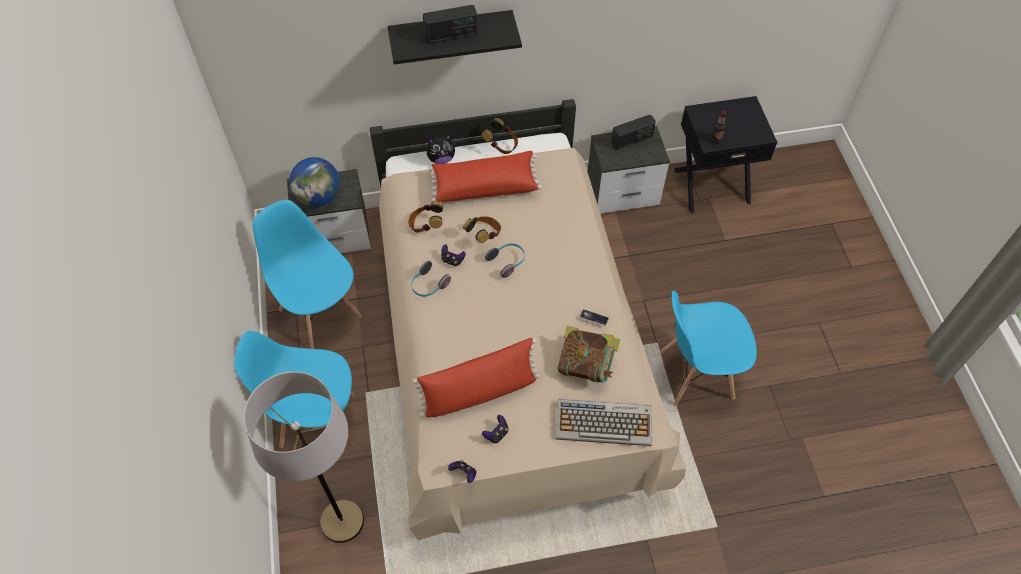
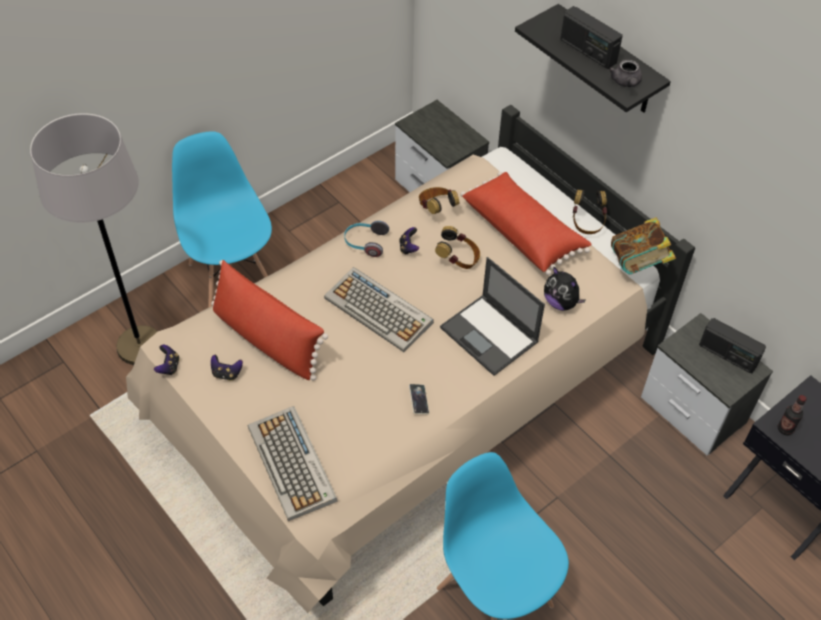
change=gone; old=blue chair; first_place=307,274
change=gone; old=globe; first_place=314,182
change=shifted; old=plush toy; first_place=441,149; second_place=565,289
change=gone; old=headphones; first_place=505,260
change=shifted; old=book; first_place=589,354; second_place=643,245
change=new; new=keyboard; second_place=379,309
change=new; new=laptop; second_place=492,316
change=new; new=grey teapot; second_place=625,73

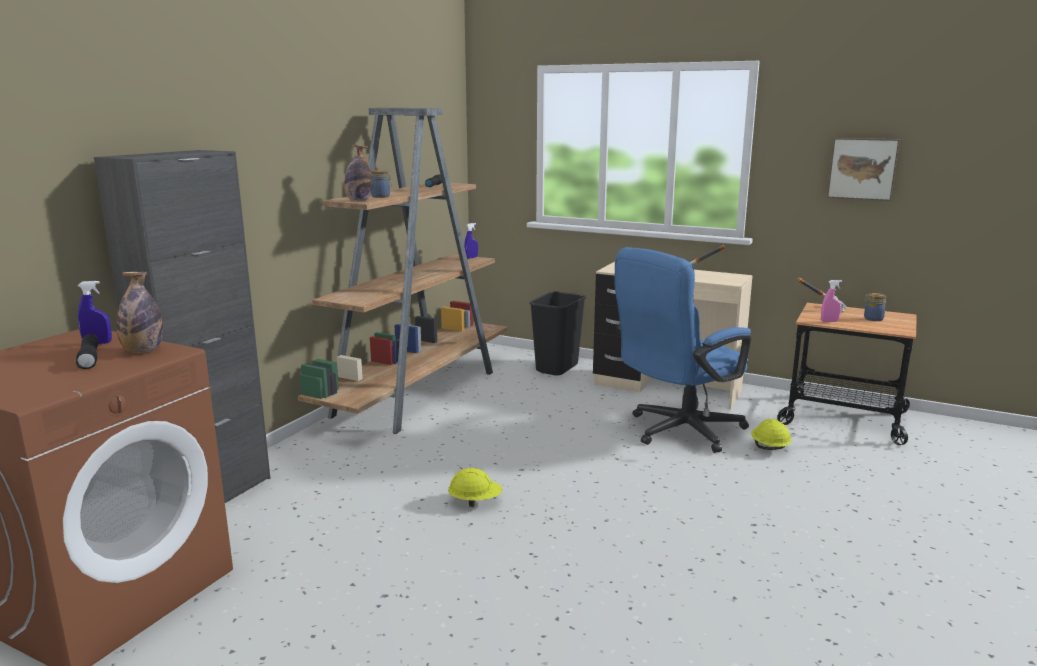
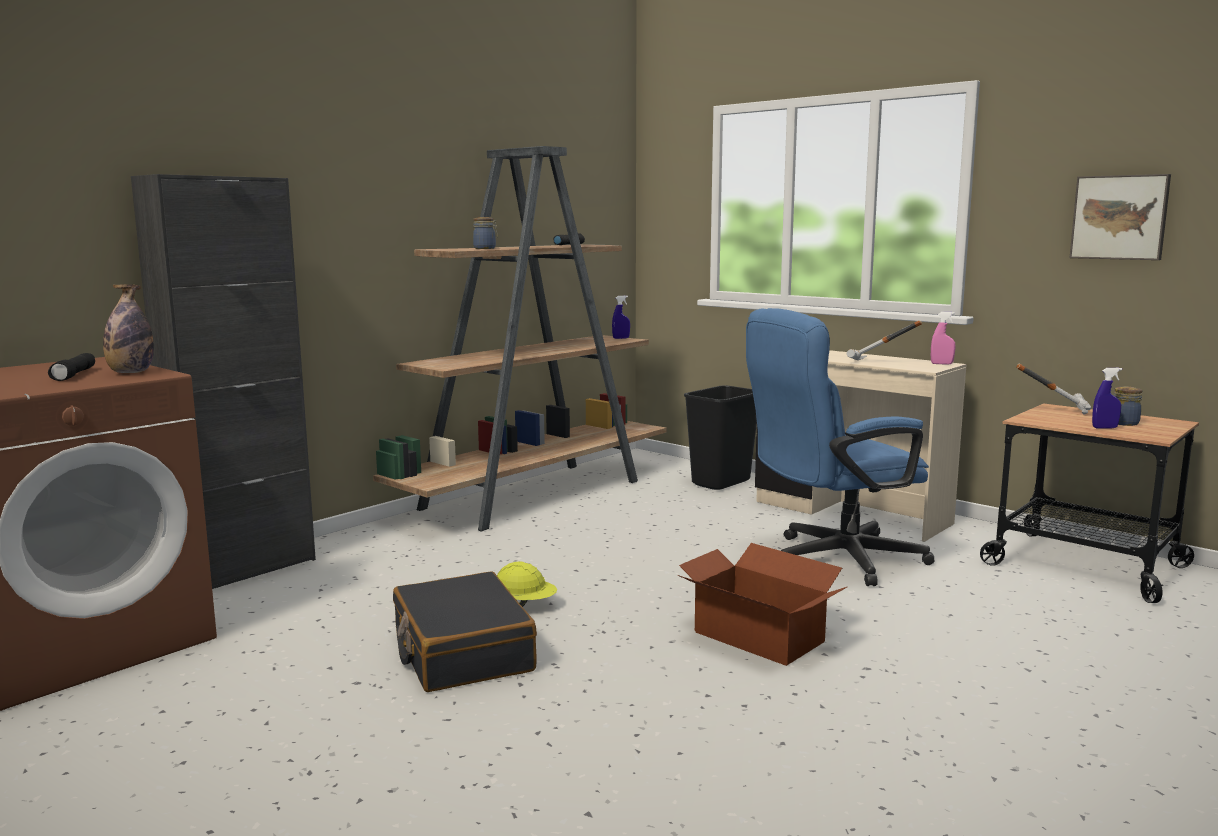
change=shifted; old=blue spray bottle; first_place=94,312; second_place=1107,398
change=gone; old=bottle; first_place=358,173
change=gone; old=yellow hard hat; first_place=771,434
change=shifted; old=pink spray bottle; first_place=831,301; second_place=943,338
change=new; new=black suitcase; second_place=465,631
change=new; new=cardboard box; second_place=762,604

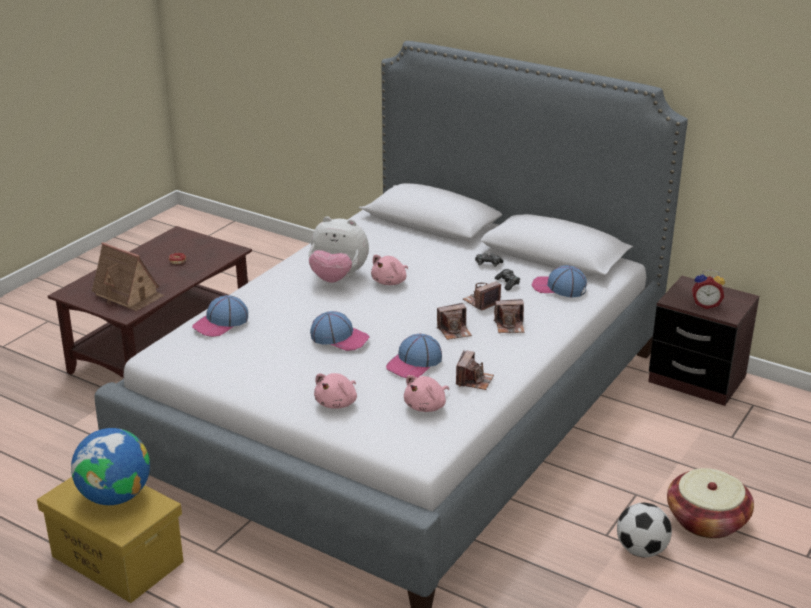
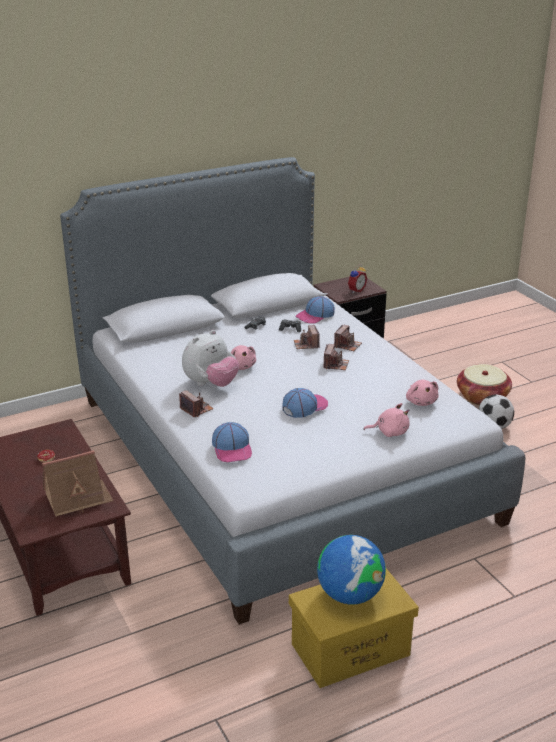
change=rotated; old=pink plush toy; first_place=335,391; second_place=386,420; degrees=-60
change=gone; old=cap; first_place=414,356
change=shifted; old=photo camera; first_place=475,370; second_place=196,403

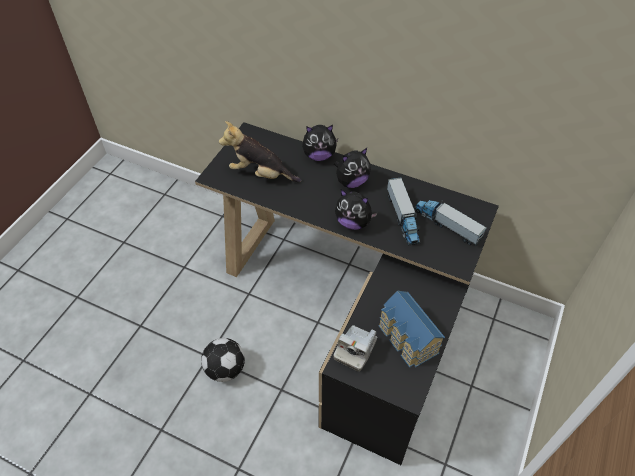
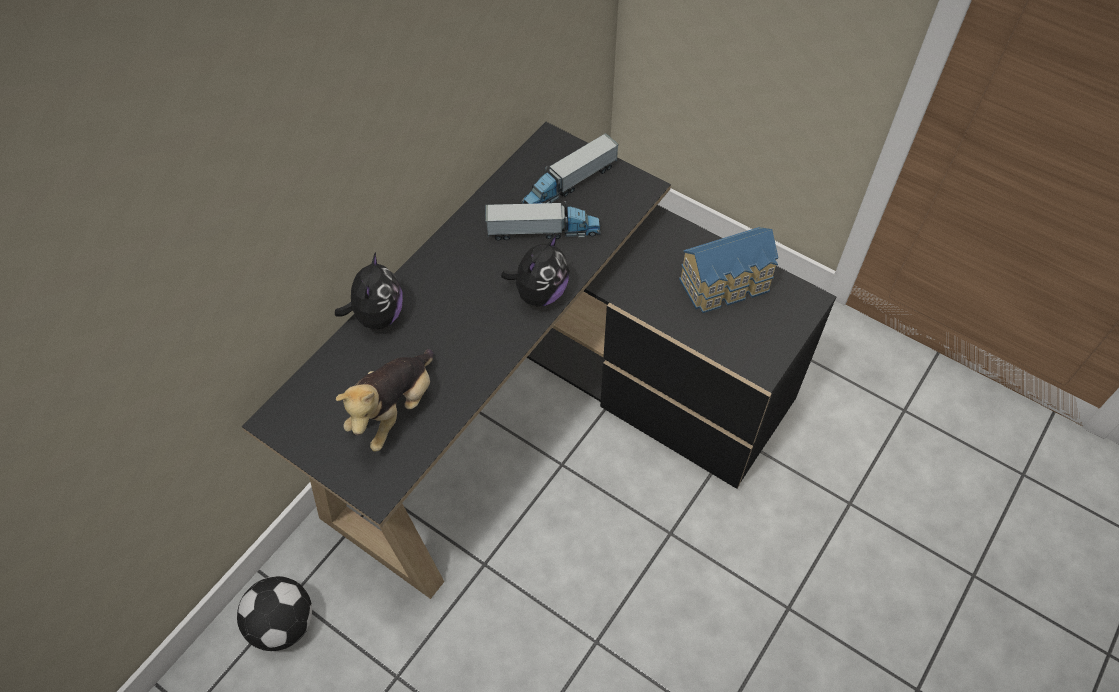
change=shifted; old=football; first_place=223,360; second_place=274,613
change=gone; old=photo camera; first_place=355,348
change=gone; old=plush toy; first_place=352,168

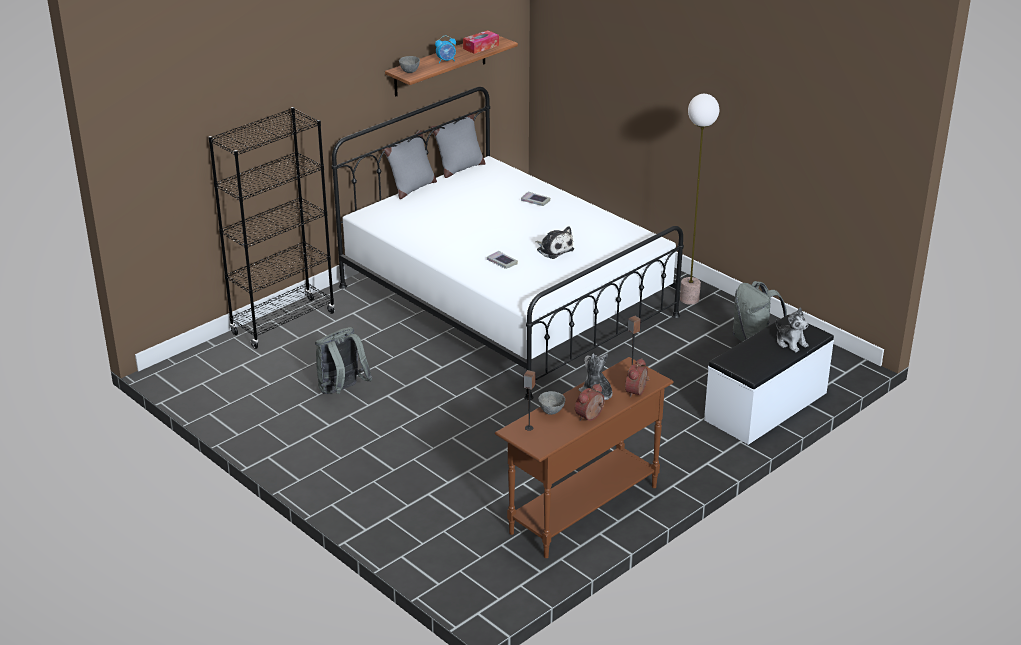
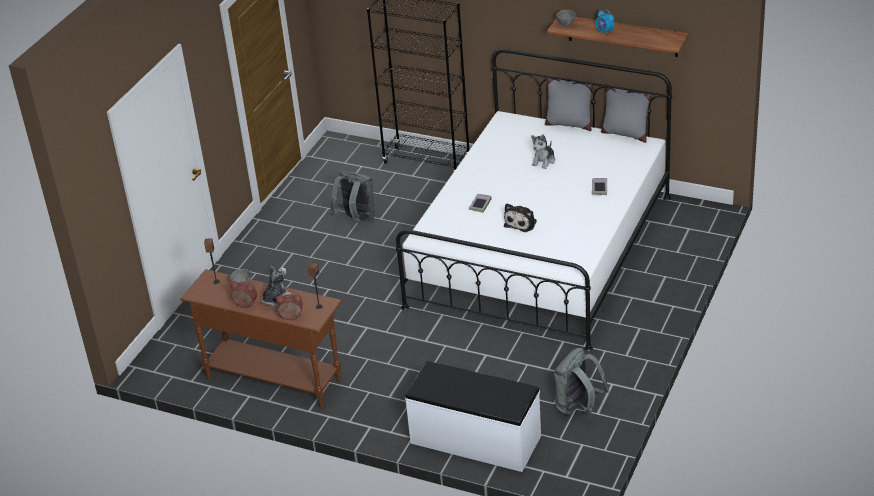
change=gone; old=tissue box; first_place=481,42
change=gone; old=floor lamp; first_place=699,199
change=shifted; old=plush toy; first_place=792,330; second_place=543,151

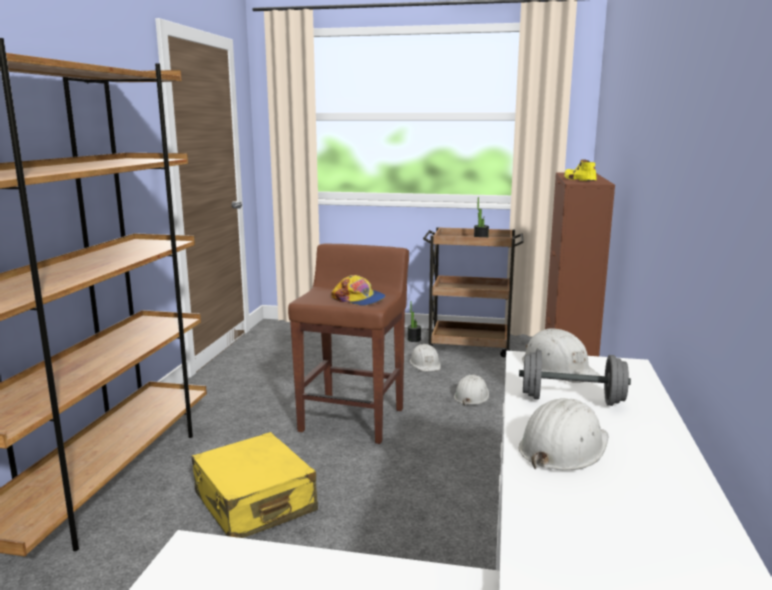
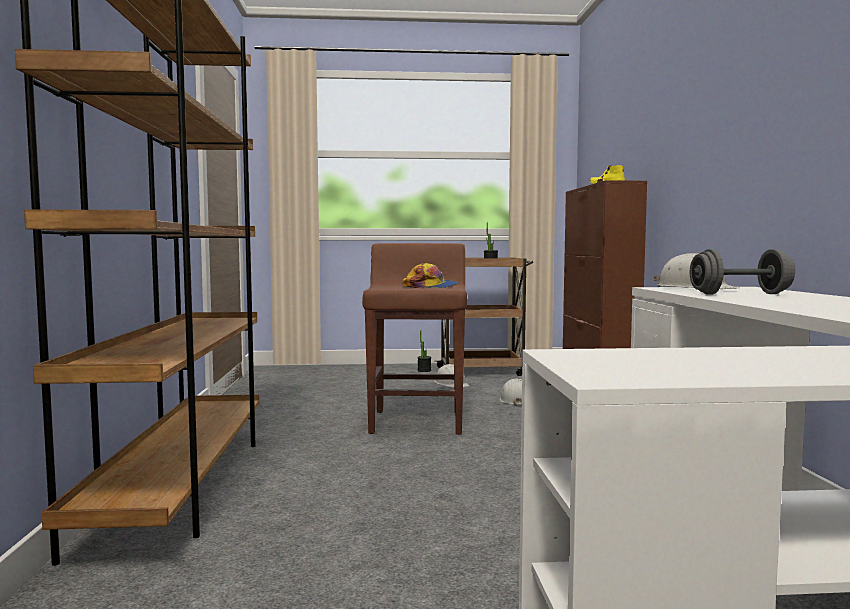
change=gone; old=yellow suitcase; first_place=255,485
change=gone; old=white hard hat; first_place=563,434

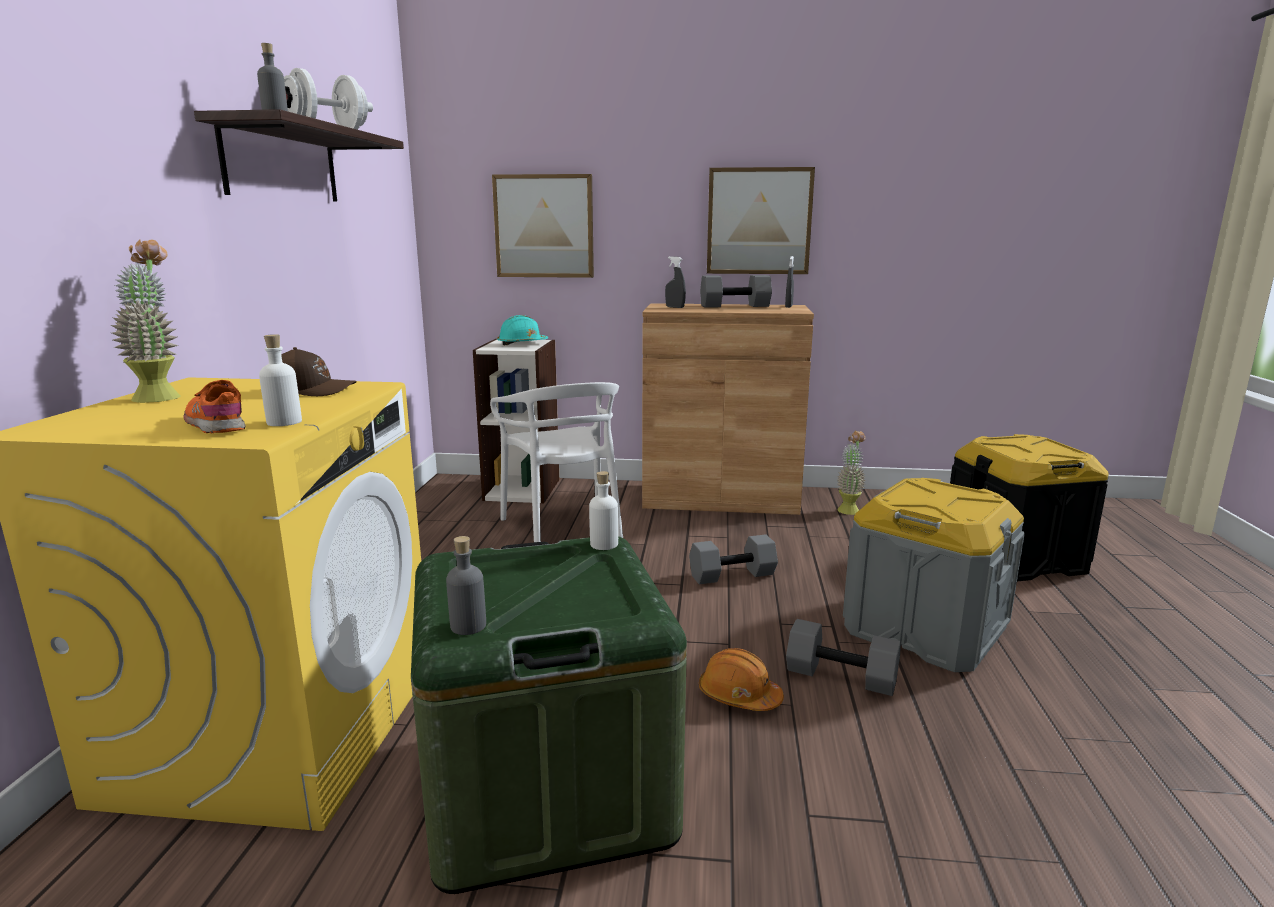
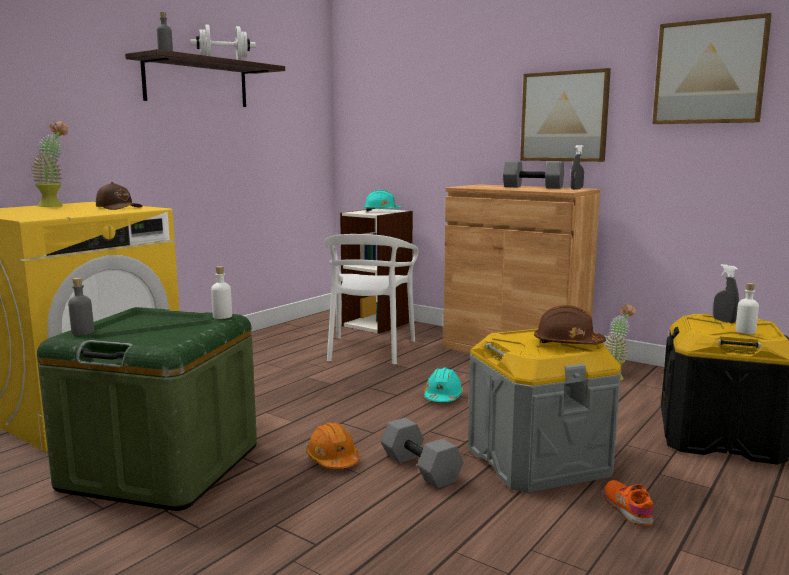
change=shifted; old=orange shoe; first_place=214,407; second_place=628,503
change=shifted; old=white bottle; first_place=280,380; second_place=747,308
change=shifted; old=picture; first_place=543,226; second_place=712,68
change=shifted; old=grey spray bottle; first_place=675,282; second_place=726,293
change=swapped; old=grey dumbbell; new=turquoise hard hat; first_place=733,559; second_place=443,384
change=new; new=brown hard hat; second_place=570,324

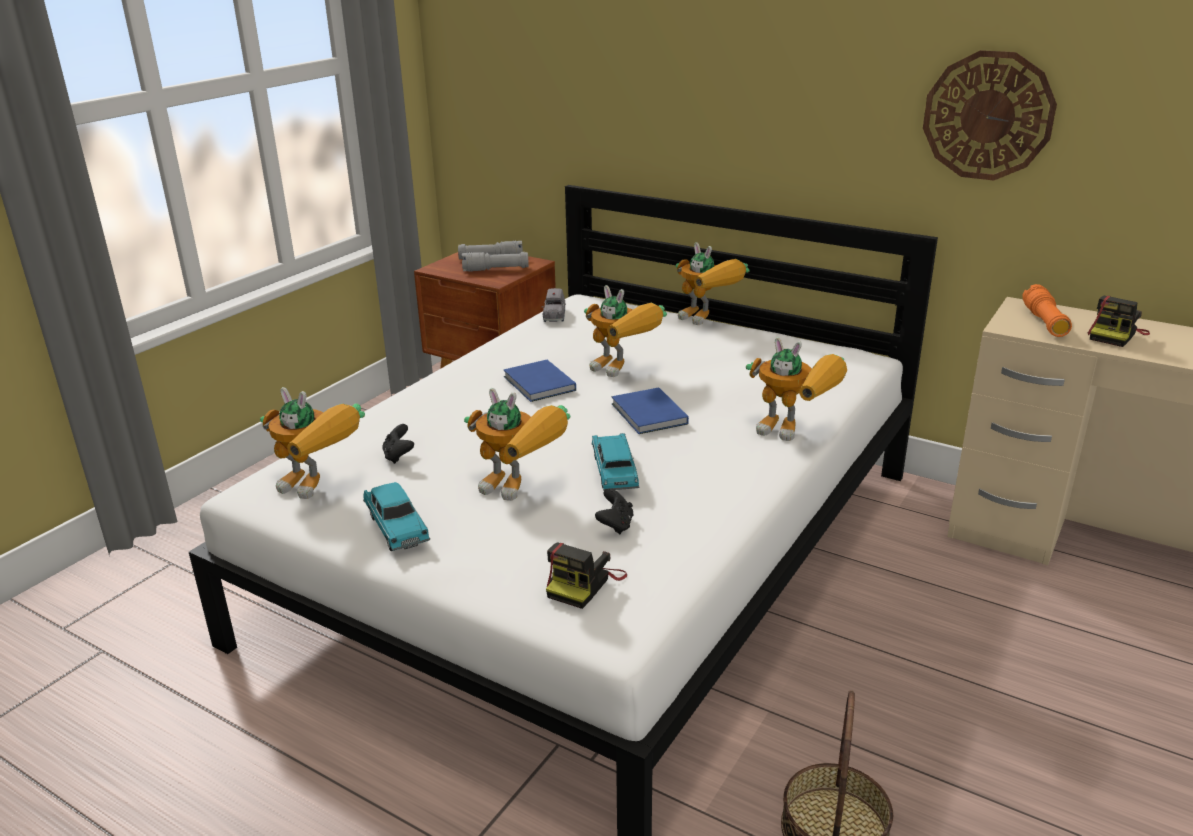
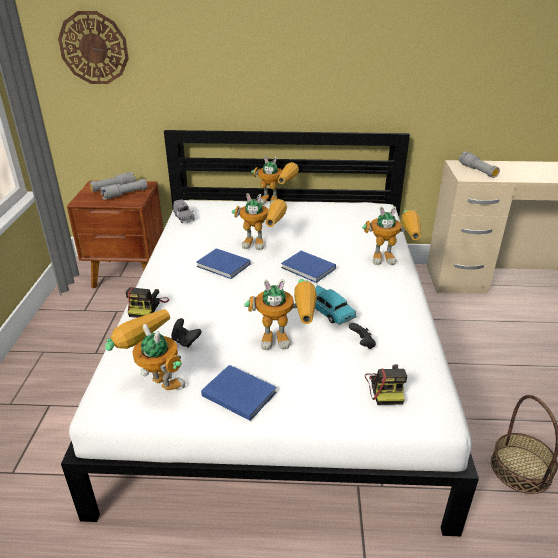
change=rotated; old=toy robot; first_place=312,443; second_place=145,349; degrees=-135
change=swapped; old=turquoise toy car; new=blue book; first_place=396,516; second_place=239,393
change=shifted; old=wall clock; first_place=990,115; second_place=93,47
change=repainted; old=orange flashlight; new=grey flashlight; first_place=1047,310; second_place=479,164
change=shifted; old=photo camera; first_place=1119,321; second_place=147,302

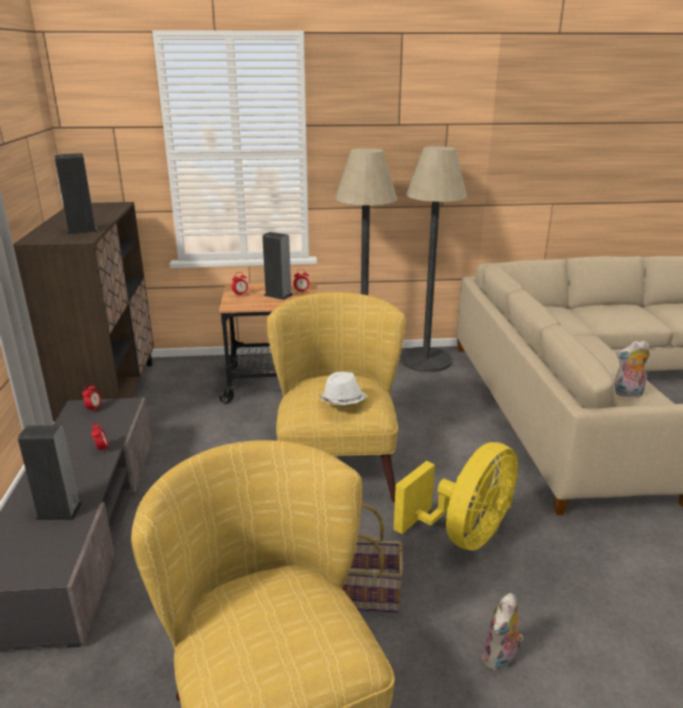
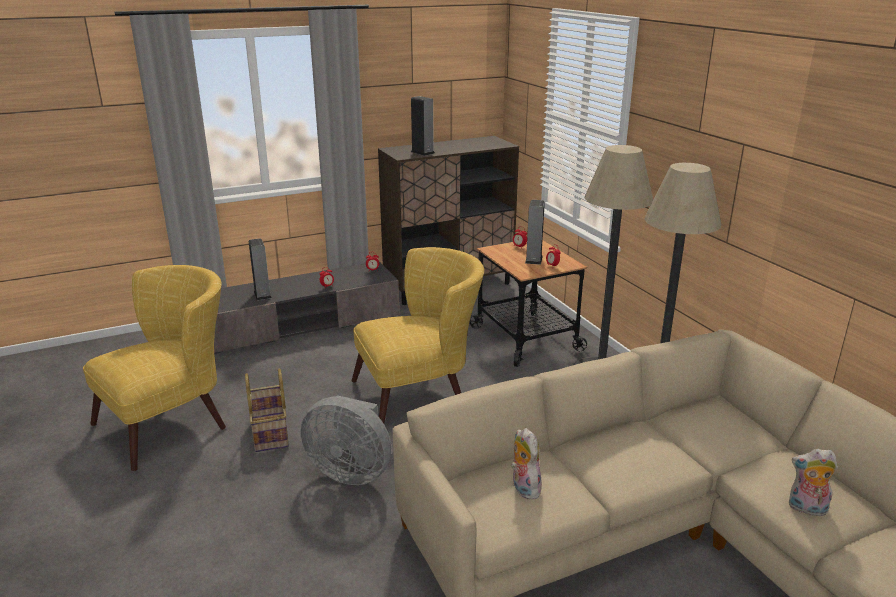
change=gone; old=white hat; first_place=343,388
change=repainted; old=yellow fan; new=grey fan; first_place=456,496; second_place=345,440
change=shifted; old=plush toy; first_place=503,632; second_place=813,482

